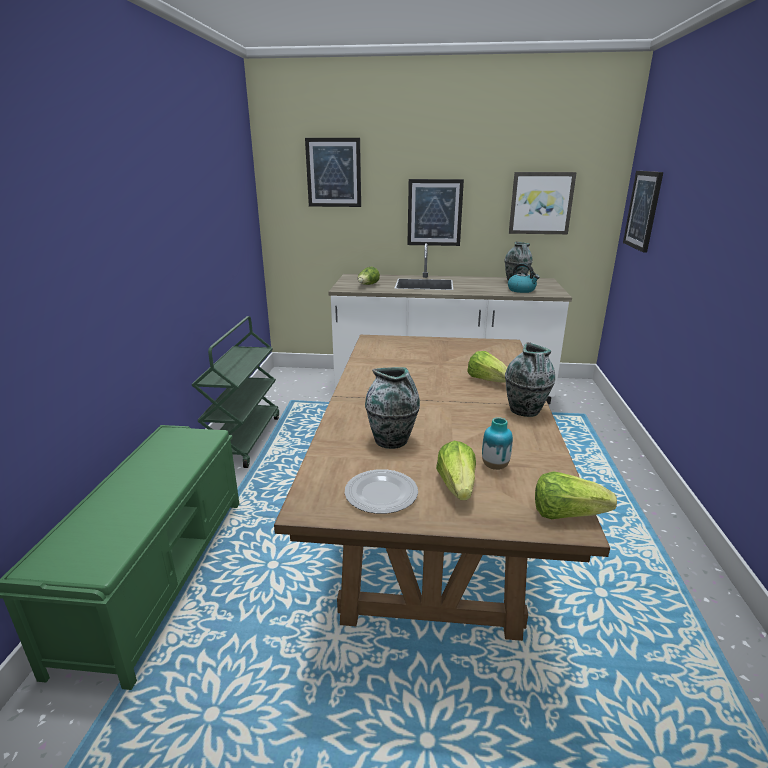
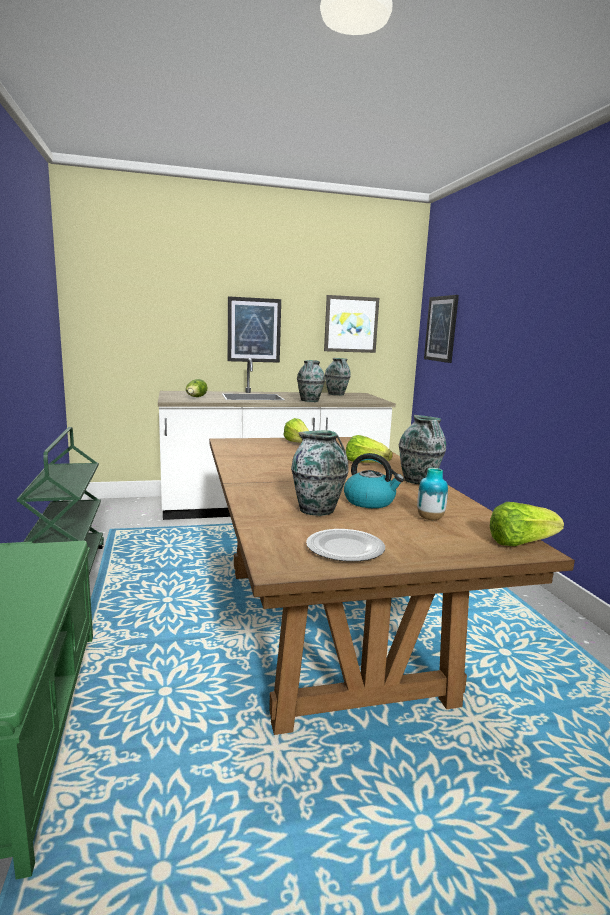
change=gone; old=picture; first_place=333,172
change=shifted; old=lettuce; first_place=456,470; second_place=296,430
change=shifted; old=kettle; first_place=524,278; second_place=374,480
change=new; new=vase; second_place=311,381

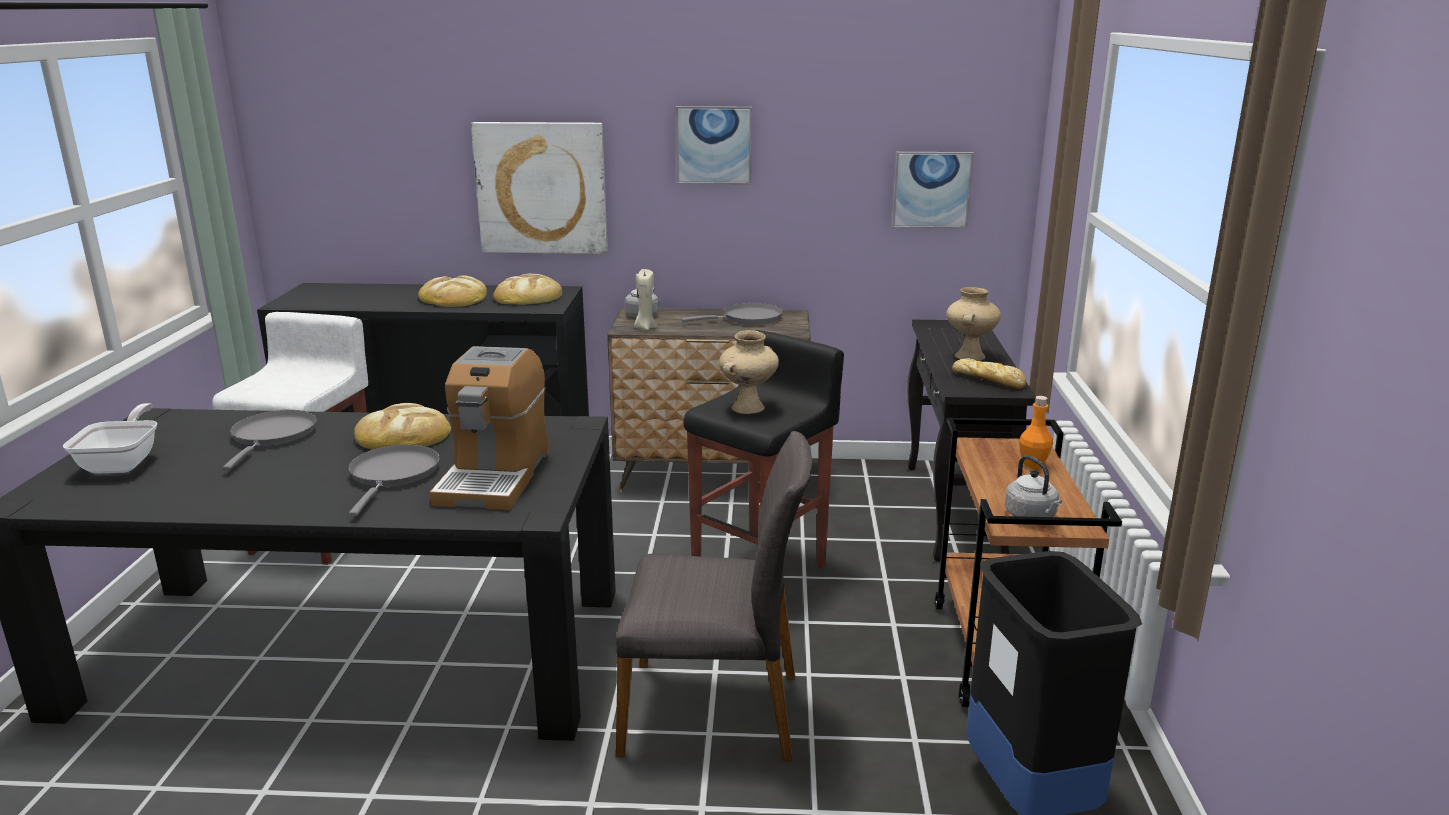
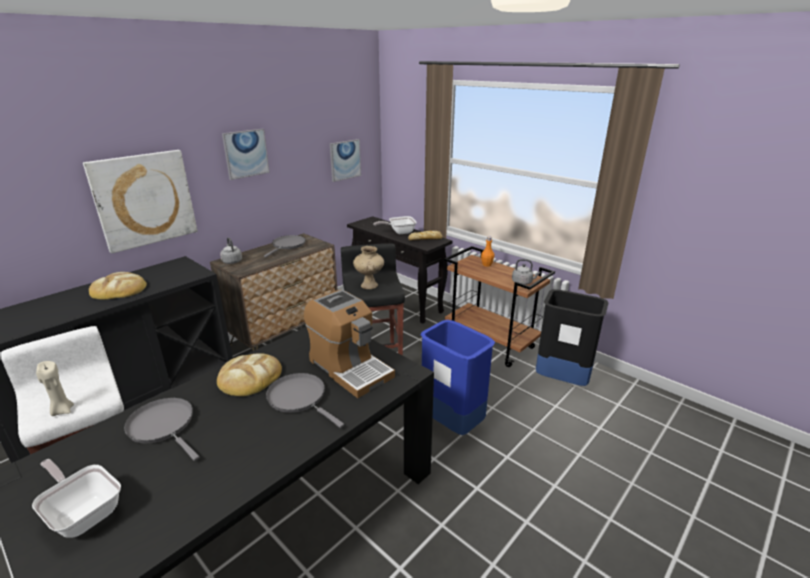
change=gone; old=bread; first_place=527,289
change=swapped; old=grey chair; new=blue trash can; first_place=714,596; second_place=457,377
change=shifted; old=beige candle; first_place=645,299; second_place=55,388
change=swapped; old=beige vase; new=frying pan; first_place=974,324; second_place=395,225

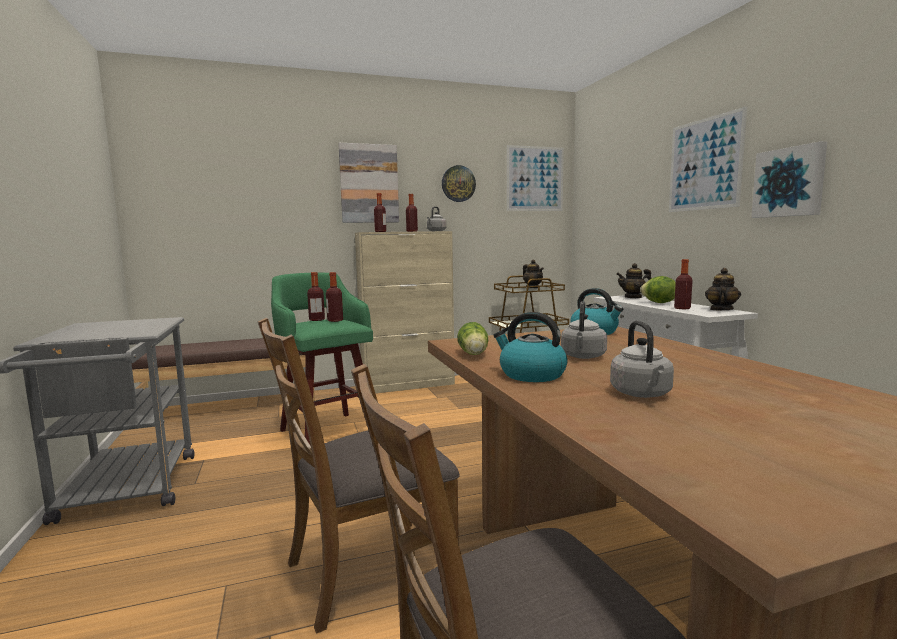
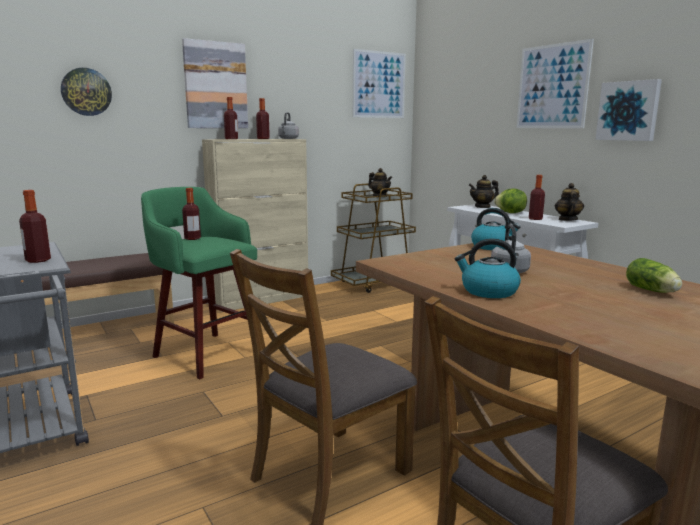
change=shifted; old=bottle; first_place=334,297; second_place=35,226
change=shifted; old=wall clock; first_place=459,183; second_place=86,92
change=shifted; old=lettuce; first_place=472,338; second_place=654,275
change=gone; old=grey kettle; first_place=642,359

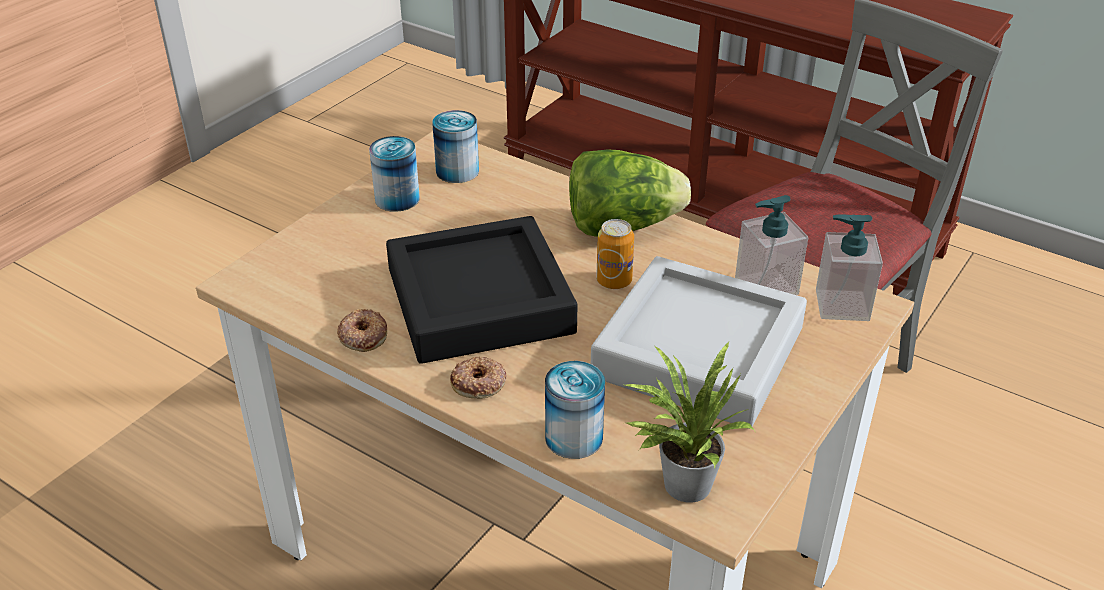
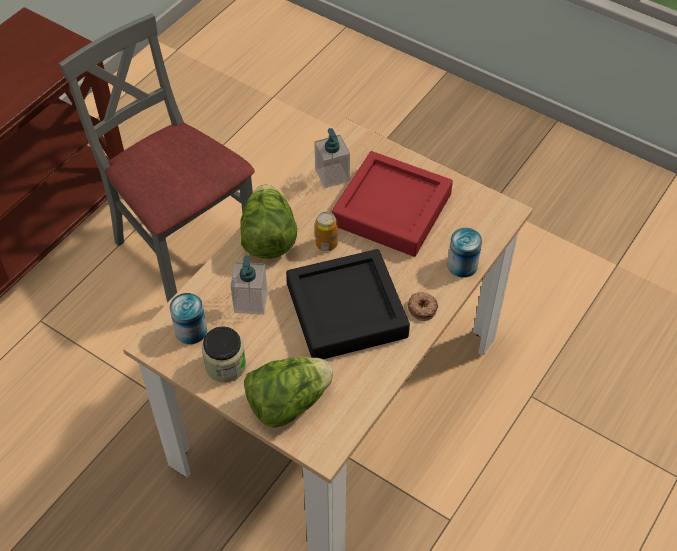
change=gone; old=donut; first_place=362,330
change=swapped; old=can; new=jar; first_place=394,174; second_place=224,354
change=repainted; old=grey tray; new=red tray; first_place=699,342; second_place=392,204
change=gone; old=potted plant; first_place=688,422
change=shifted; old=soap dispenser; first_place=849,267; second_place=249,285
change=new; new=lettuce; second_place=288,392

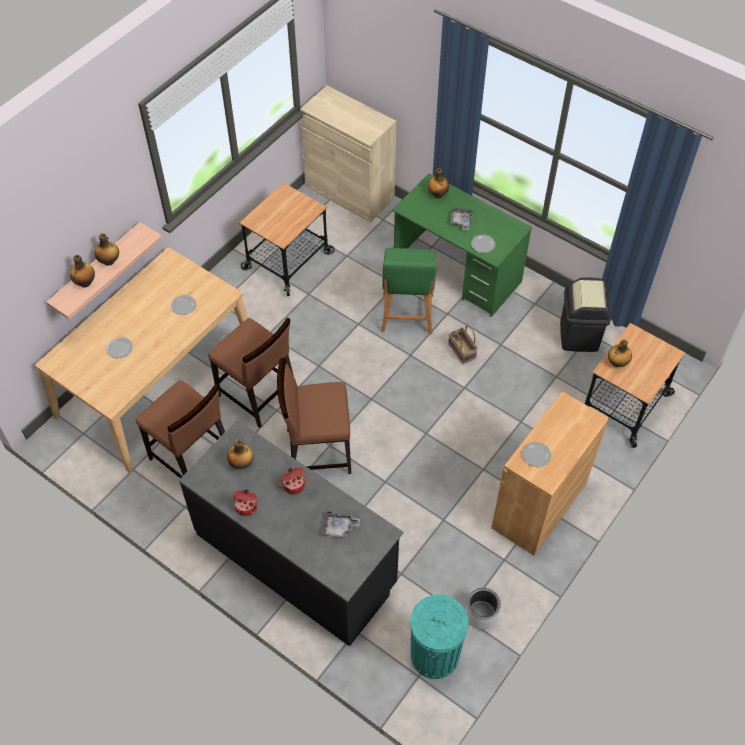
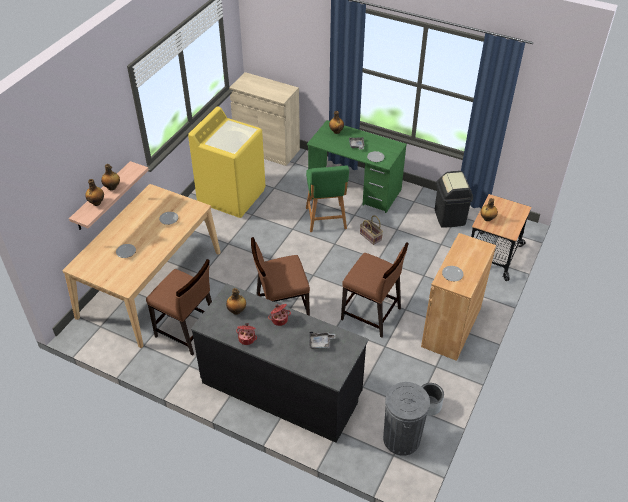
change=shifted; old=brown chair; first_place=251,372; second_place=375,289
change=swapped; old=cart; new=yellow washing machine; first_place=286,239; second_place=226,162
change=repainted; old=turquoise trash can; new=grey trash can; first_place=439,636; second_place=406,419

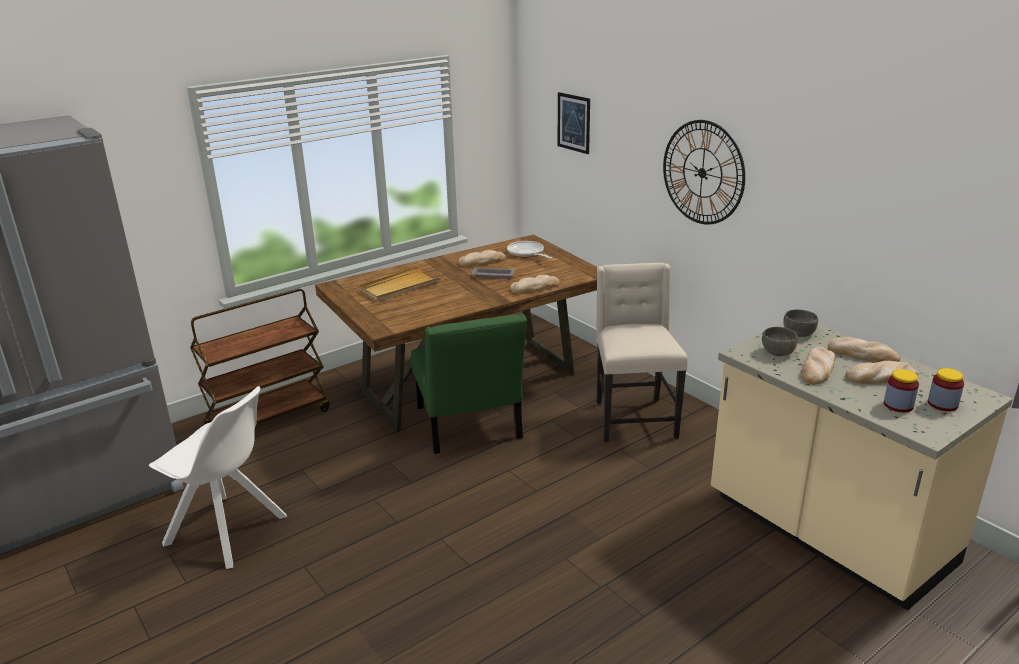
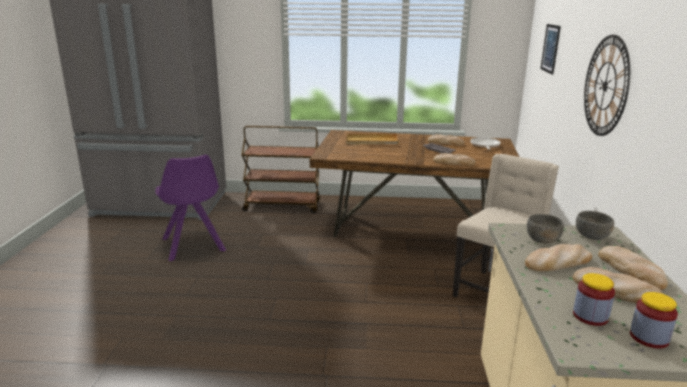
change=repainted; old=white chair; new=purple chair; first_place=218,477; second_place=190,208
change=gone; old=green chair; first_place=469,383

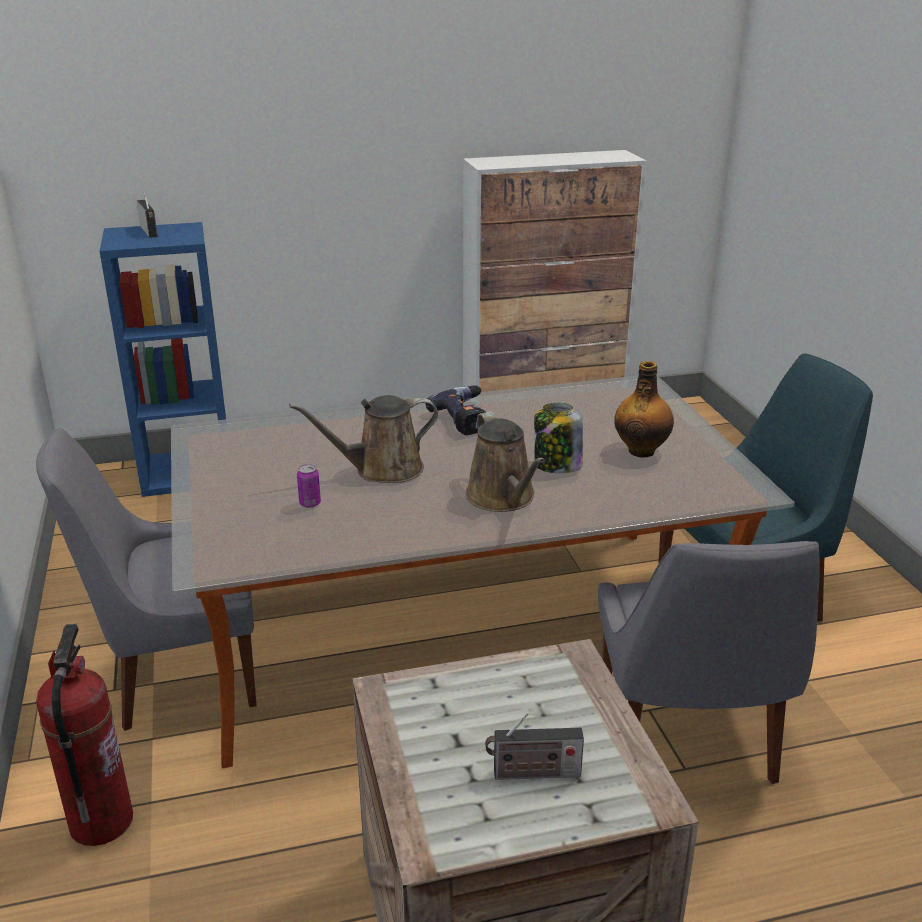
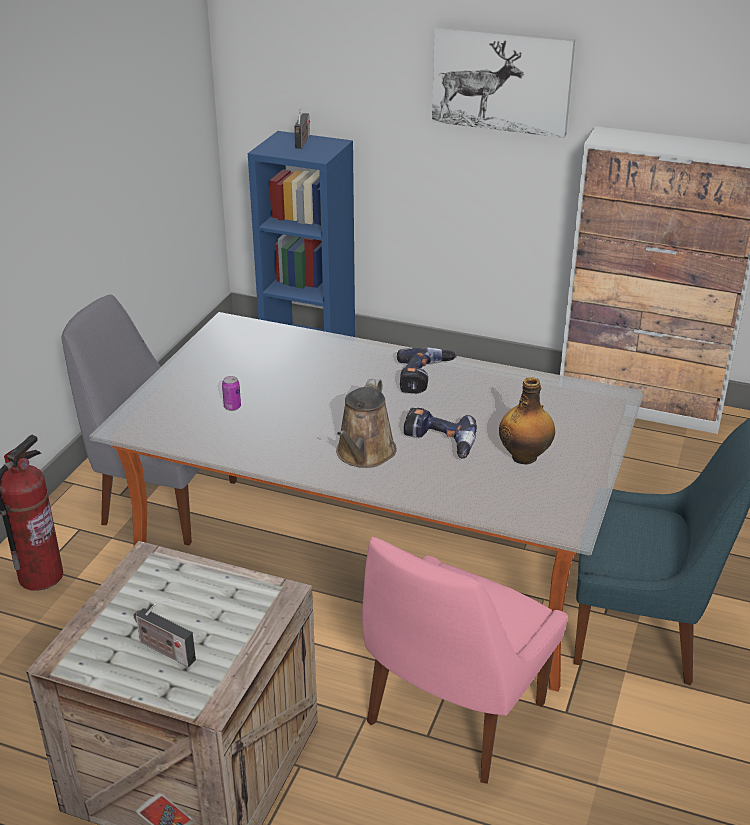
change=gone; old=brown watering can; first_place=363,439
change=swapped; old=jar; new=power drill; first_place=558,438; second_place=440,433
change=repainted; old=grey chair; new=pink chair; first_place=708,662; second_place=465,660
change=new; new=picture; second_place=503,82

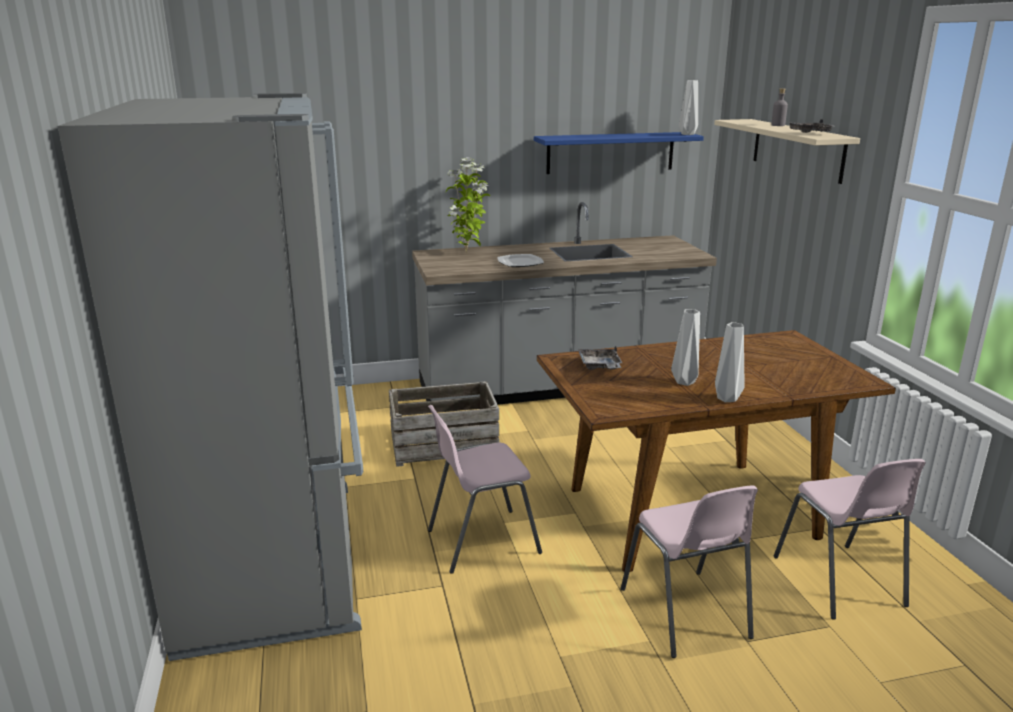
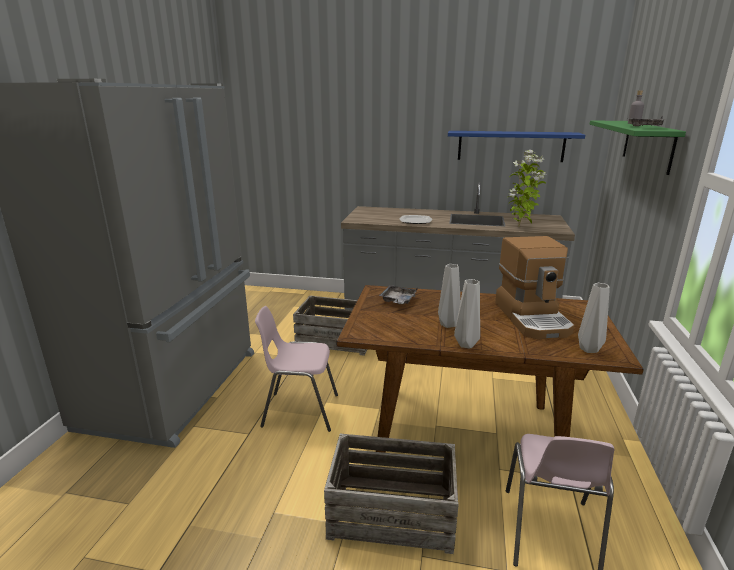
change=shifted; old=potted plant; first_place=468,205; second_place=527,188
change=swapped; old=pink chair; new=crate; first_place=689,571; second_place=391,494
change=shifted; old=grey vase; first_place=688,107; second_place=594,318
change=repainted; old=beige shelf; new=green shelf; first_place=787,151; second_place=638,148
change=new; new=coffee machine; second_place=534,287

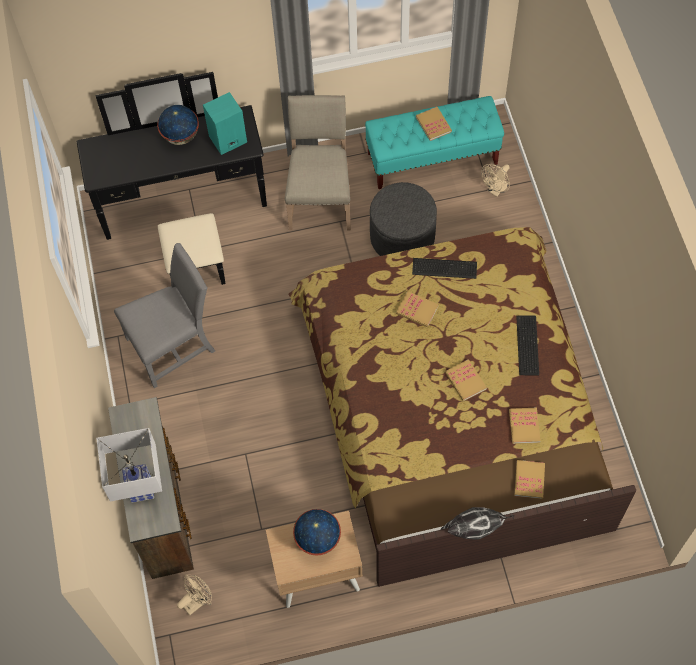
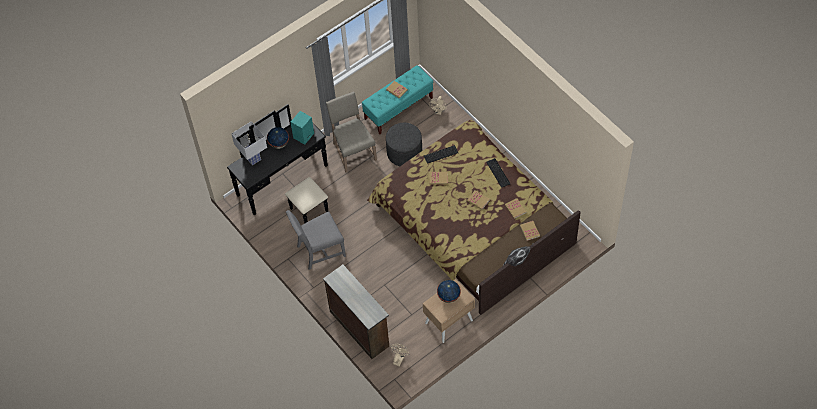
change=shifted; old=white table lamp; first_place=129,465; second_place=249,143
change=rotated; old=grey chair; first_place=164,315; second_place=316,240; degrees=-150

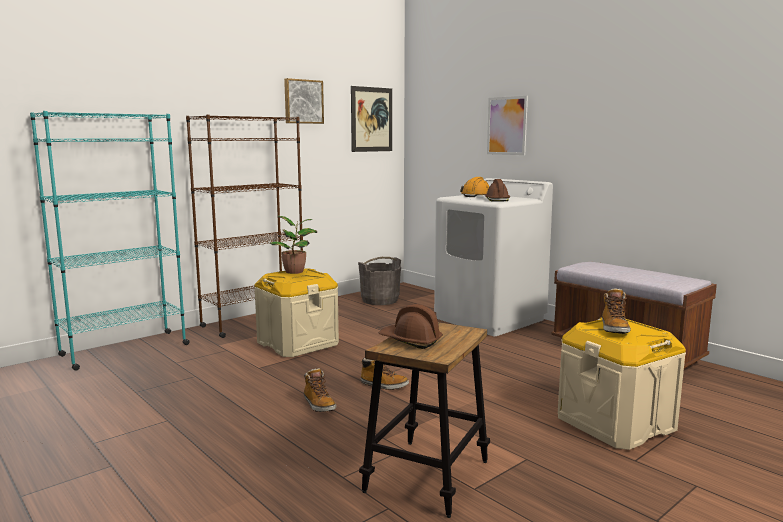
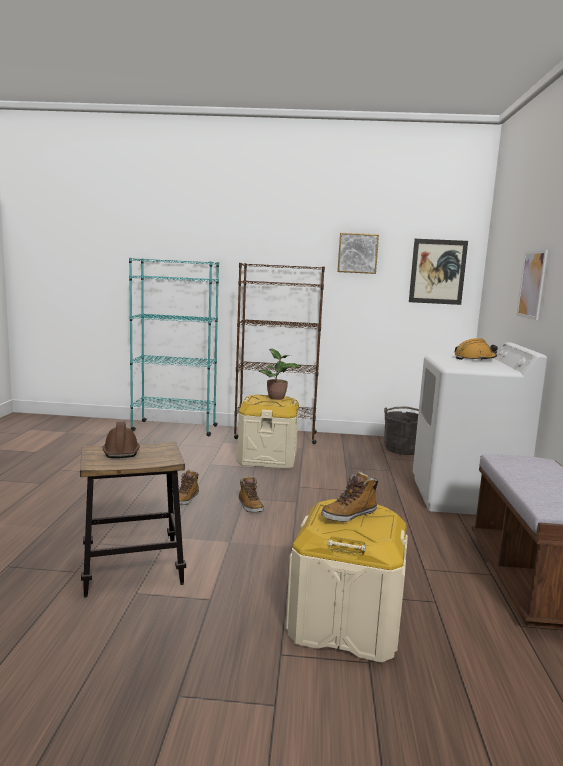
change=gone; old=brown hard hat; first_place=497,190

